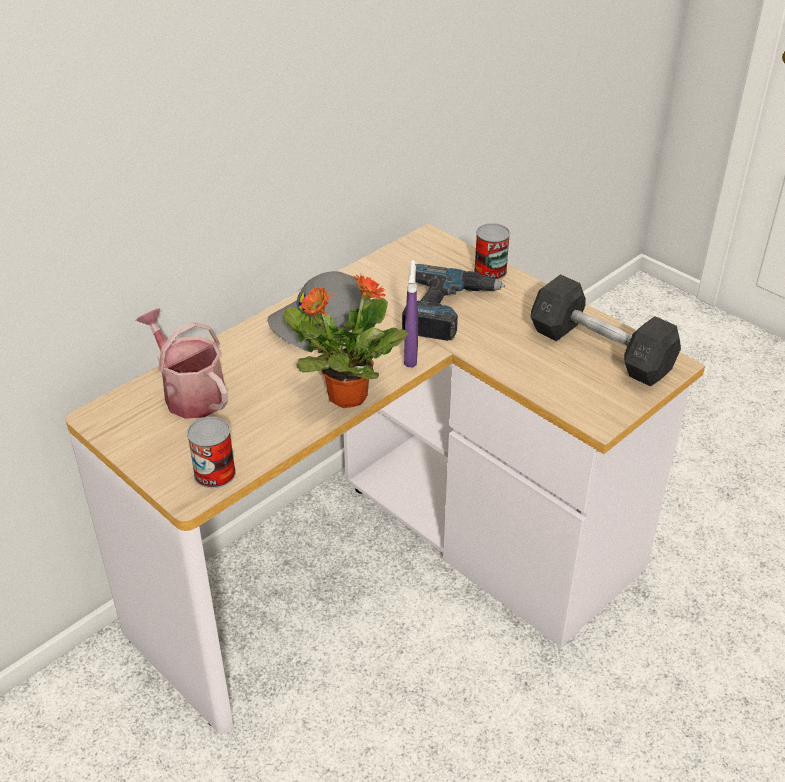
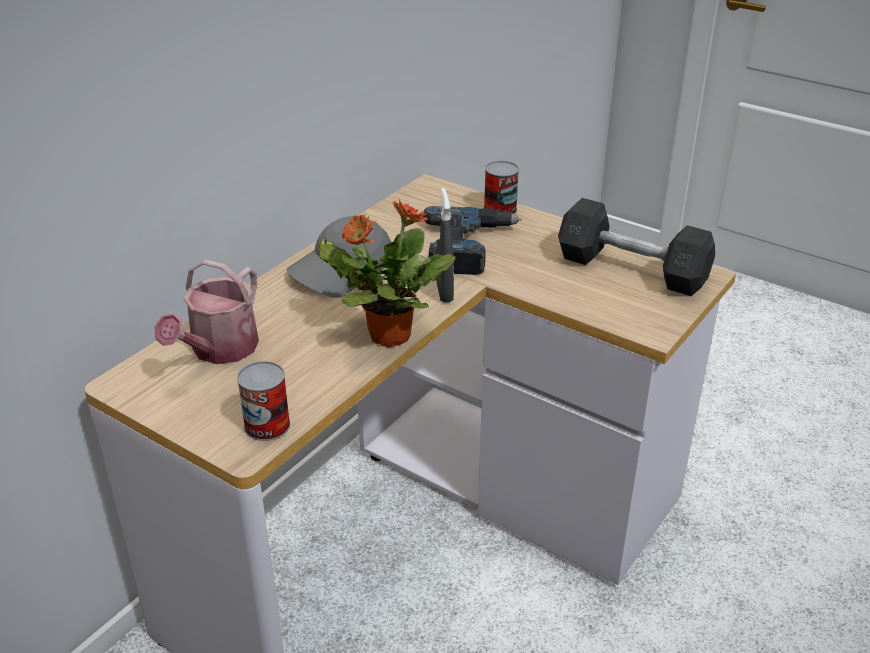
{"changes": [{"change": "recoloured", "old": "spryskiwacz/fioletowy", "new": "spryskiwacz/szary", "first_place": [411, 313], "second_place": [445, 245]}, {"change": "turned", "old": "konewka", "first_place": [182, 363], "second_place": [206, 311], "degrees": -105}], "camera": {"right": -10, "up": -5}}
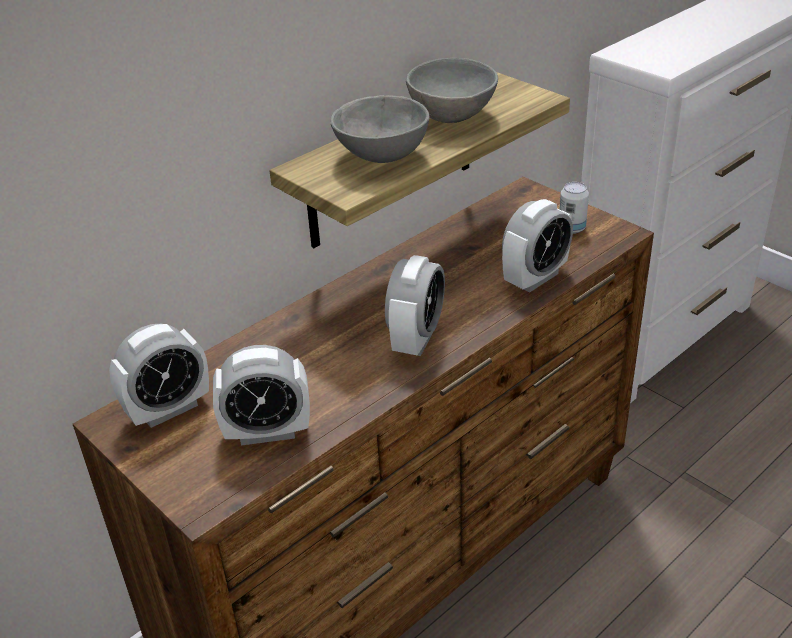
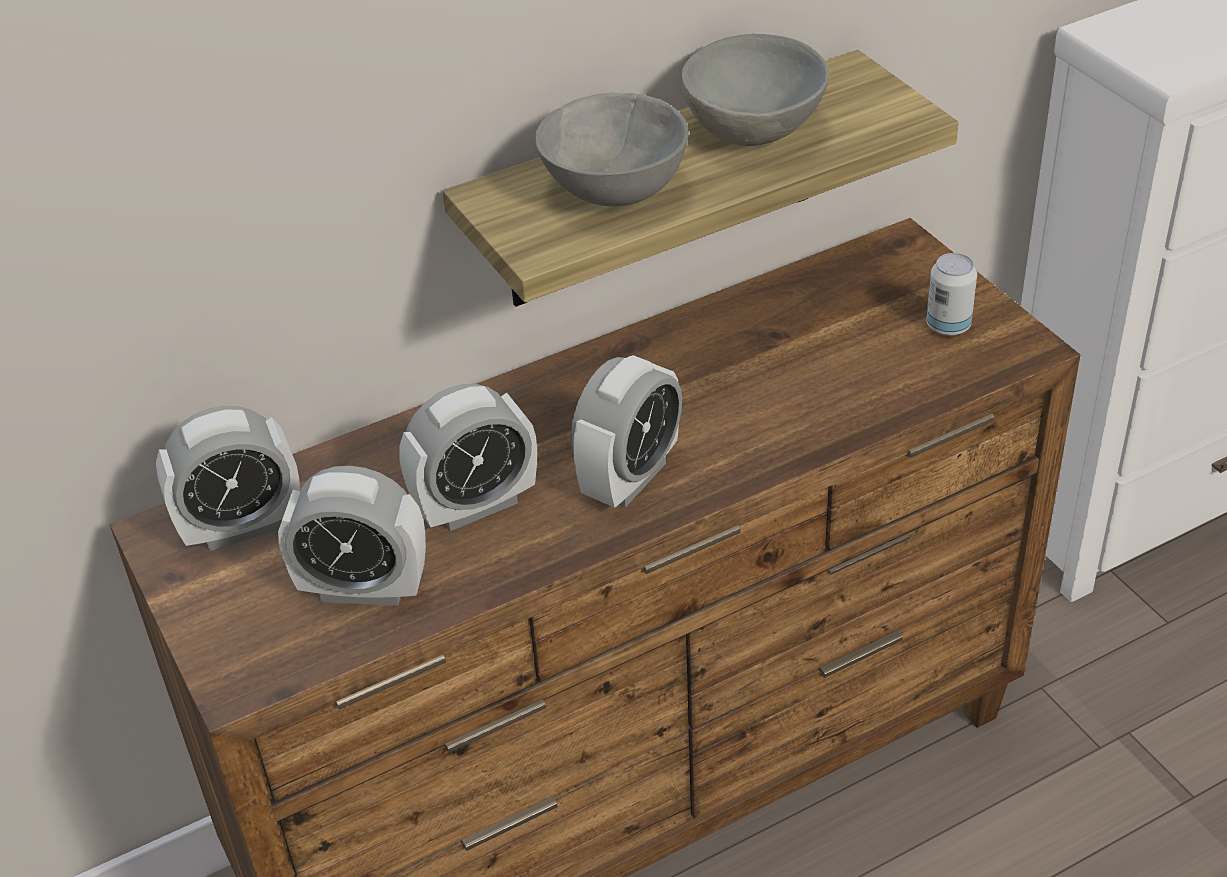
{"changes": [{"change": "moved", "old": "budzik", "first_place": [537, 245], "second_place": [468, 457]}], "camera": {"right": 15, "up": 5}}
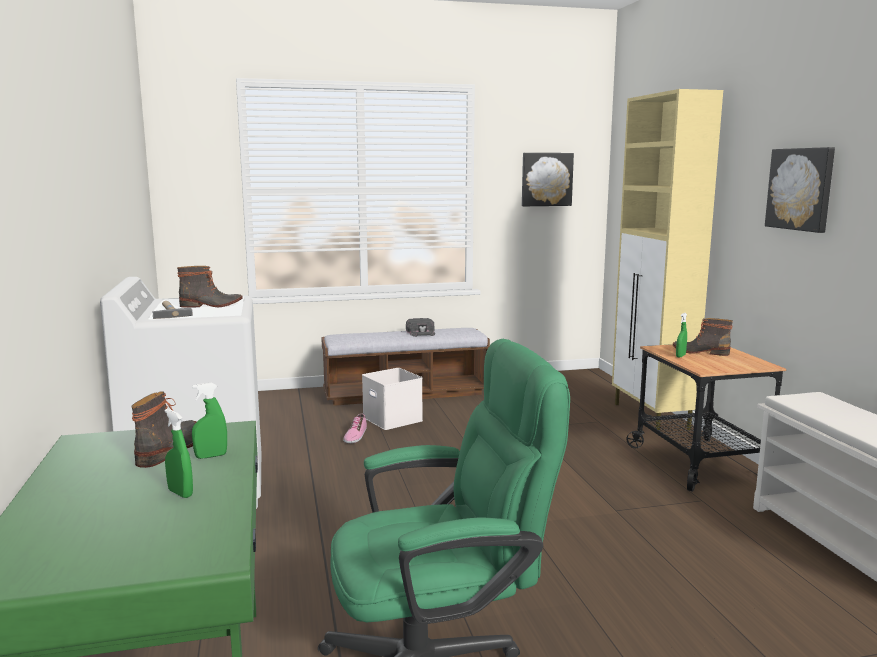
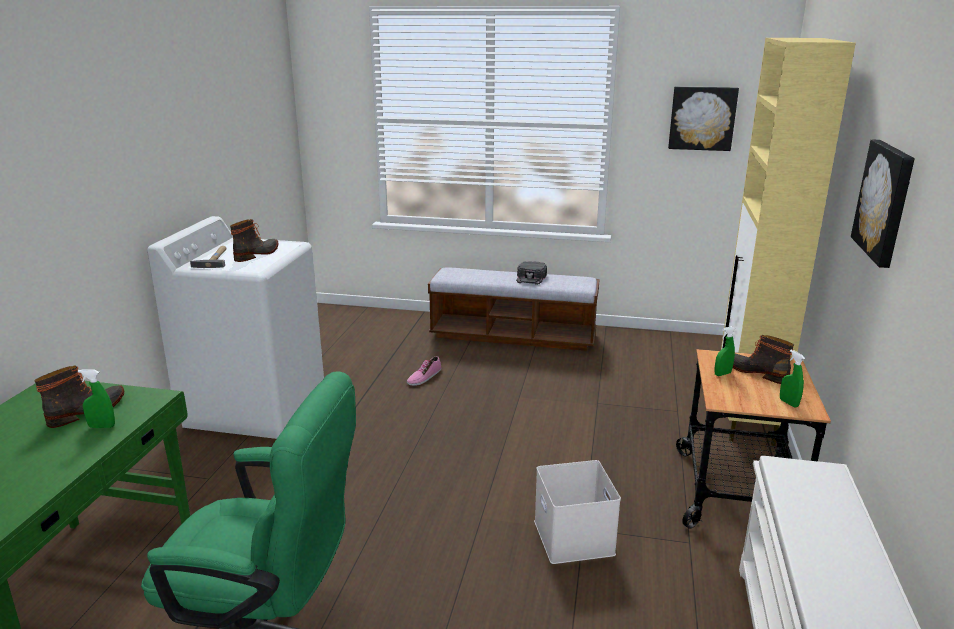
{"changes": [{"change": "turned", "old": "but z cholewką", "first_place": [210, 287], "second_place": [254, 240], "degrees": -75}, {"change": "moved", "old": "pojemnik do przechowywania/biały", "first_place": [392, 399], "second_place": [577, 512]}, {"change": "moved", "old": "spryskiwacz/zielony", "first_place": [179, 453], "second_place": [792, 379]}], "camera": {"right": 25, "up": 10}}
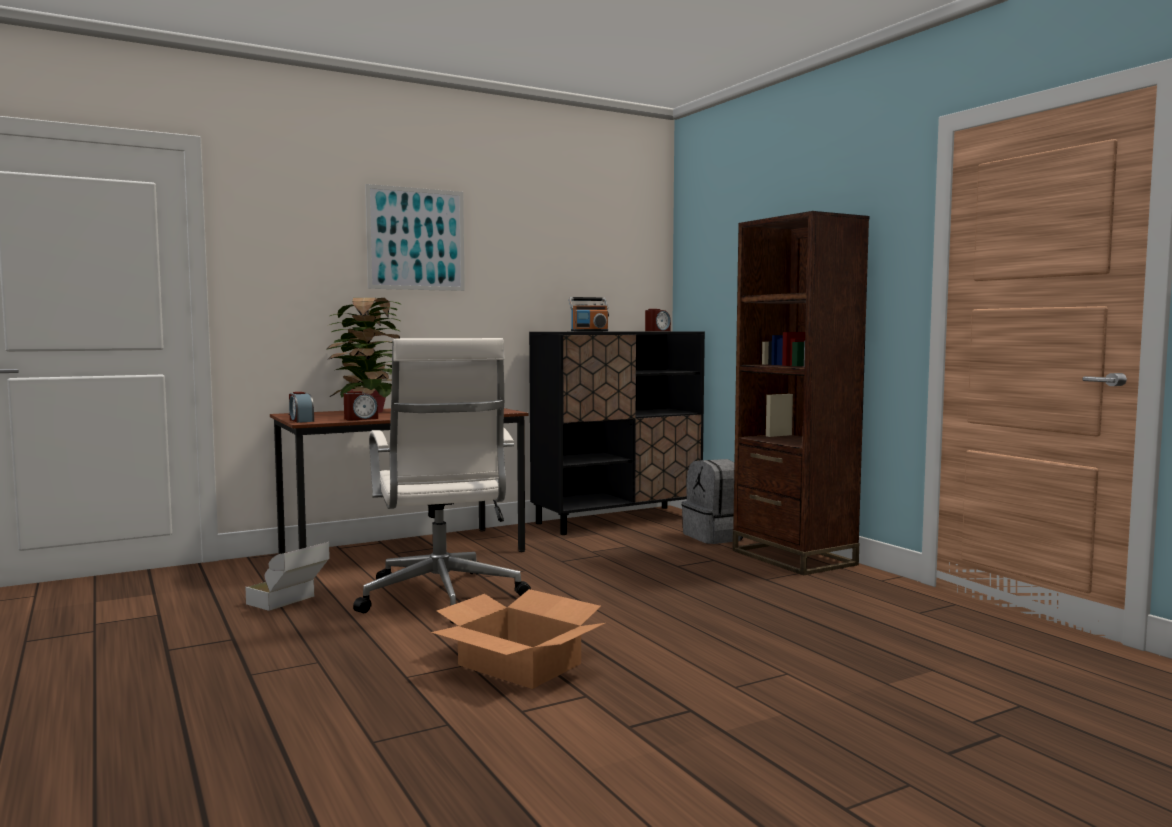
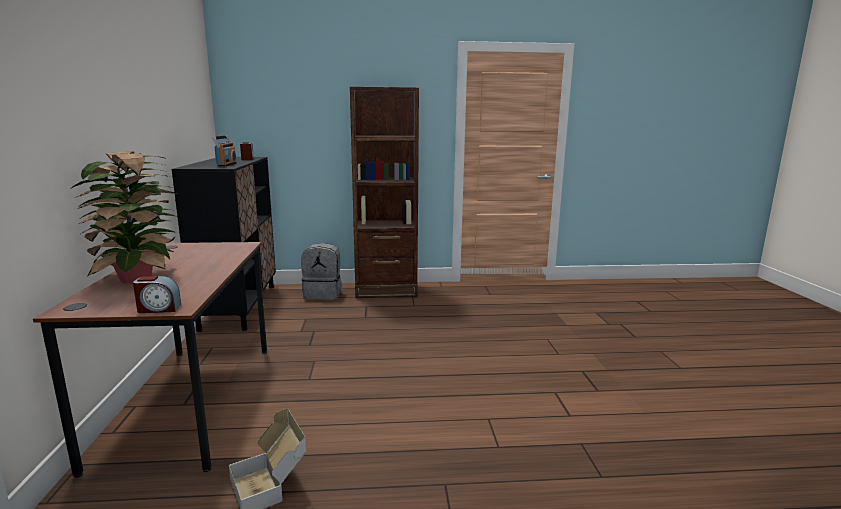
{"changes": [{"change": "removed", "old": "obraz", "first_place": [415, 237]}, {"change": "removed", "old": "krzesło biurowe/biały", "first_place": [442, 481]}, {"change": "removed", "old": "budzik", "first_place": [361, 405]}, {"change": "removed", "old": "karton", "first_place": [518, 639]}], "camera": {"right": -65, "up": 10}}
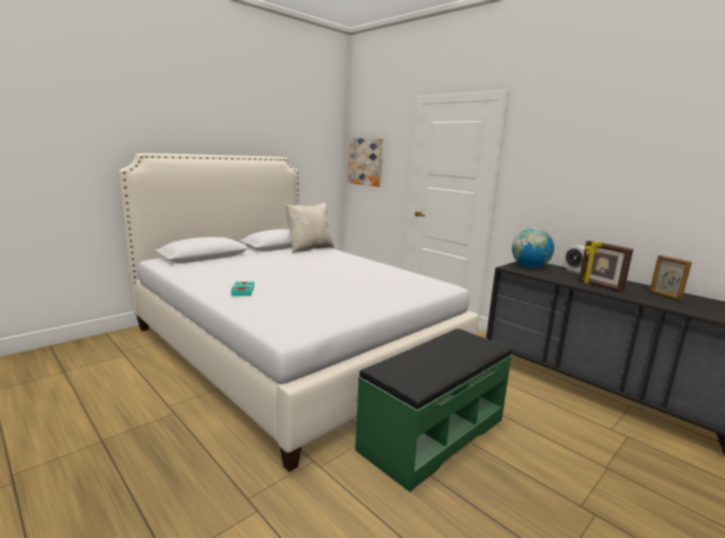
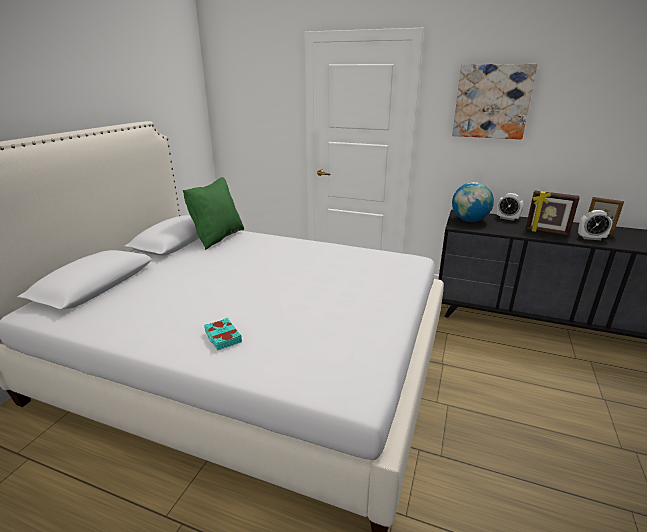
{"changes": [{"change": "moved", "old": "obraz", "first_place": [365, 162], "second_place": [494, 101]}, {"change": "recoloured", "old": "poduszka/beżowy", "new": "poduszka/zielony", "first_place": [309, 228], "second_place": [213, 213]}, {"change": "removed", "old": "ławka/zielony", "first_place": [433, 410]}, {"change": "added", "new": "budzik", "second_place": [595, 225]}], "camera": {"right": -25, "up": 10}}
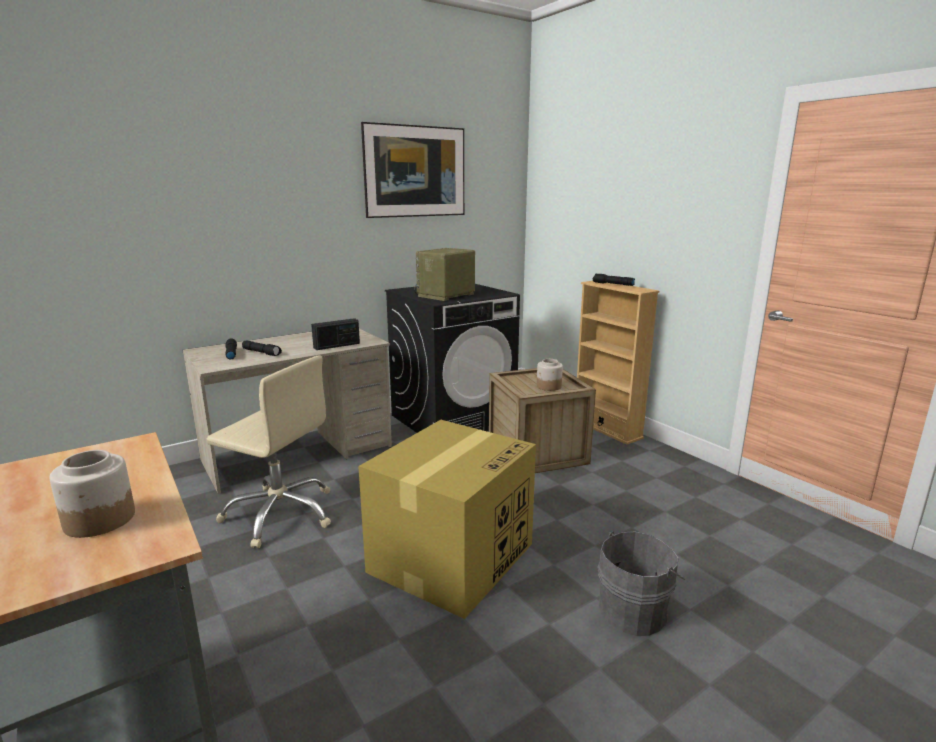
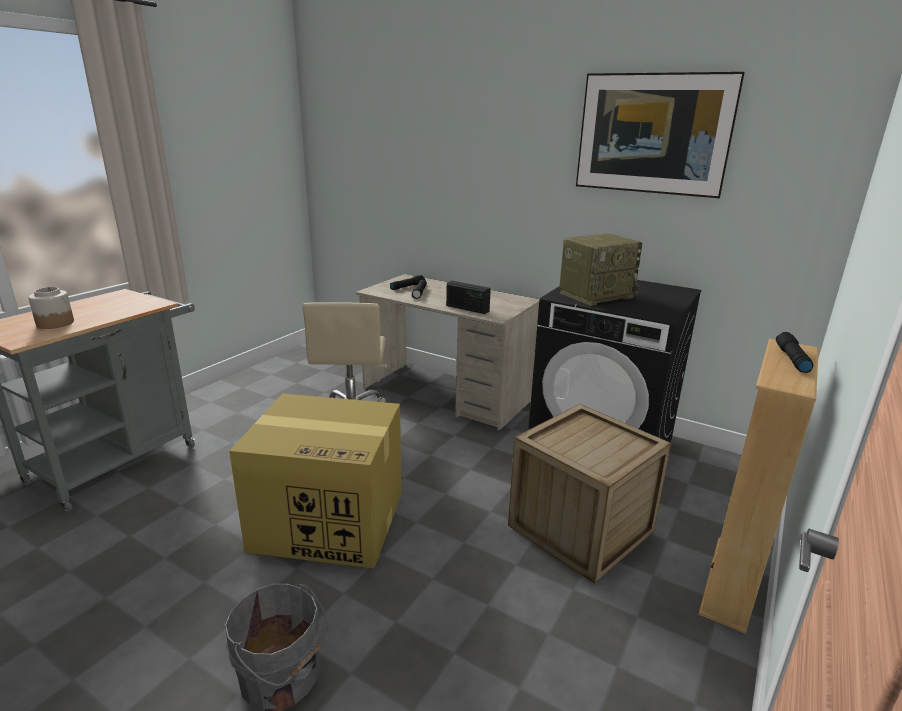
{"changes": [{"change": "turned", "old": "radio", "first_place": [444, 274], "second_place": [601, 269], "degrees": 135}, {"change": "removed", "old": "słoik", "first_place": [550, 375]}], "camera": {"right": 65, "up": 5}}
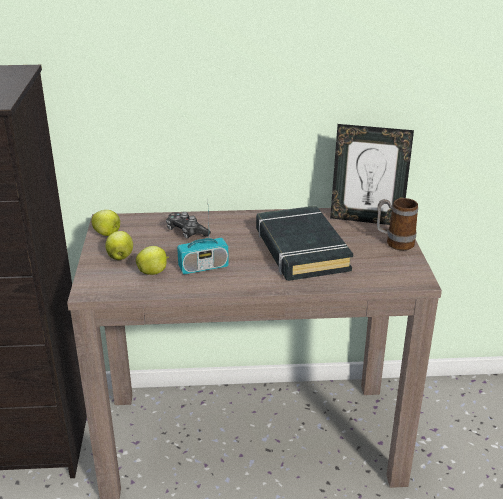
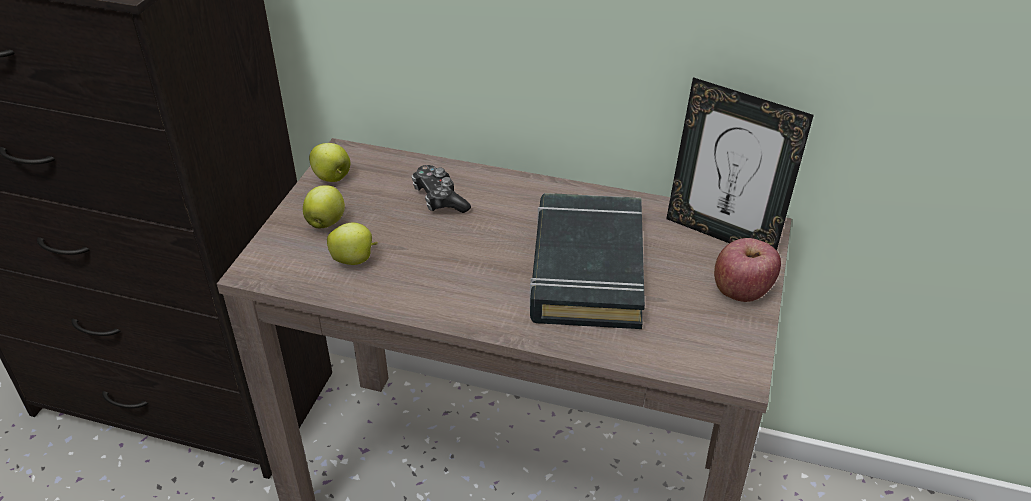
{"changes": [{"change": "replaced", "old": "kubek", "new": "jabłko", "first_place": [397, 224], "second_place": [747, 270]}, {"change": "removed", "old": "radio", "first_place": [203, 243]}], "camera": {"right": 20, "up": 10}}
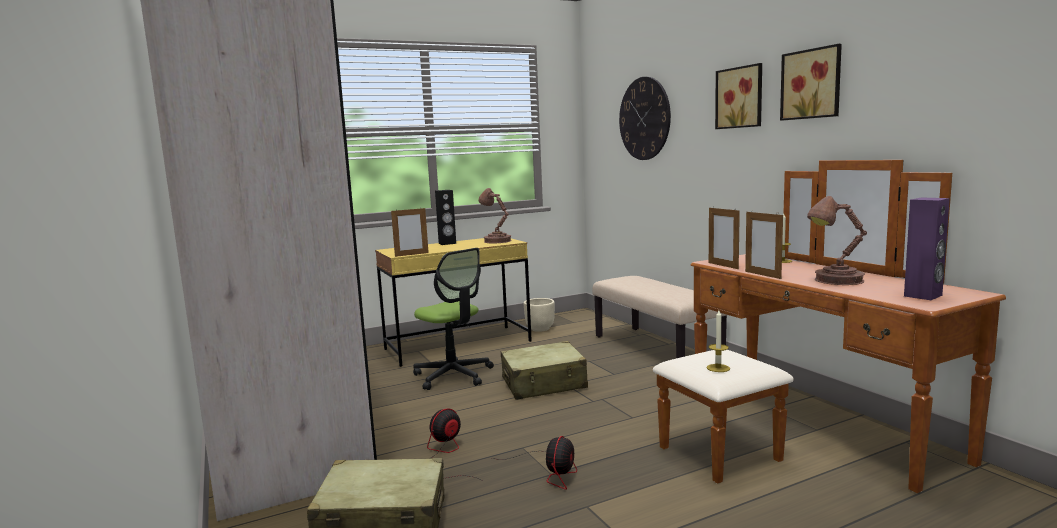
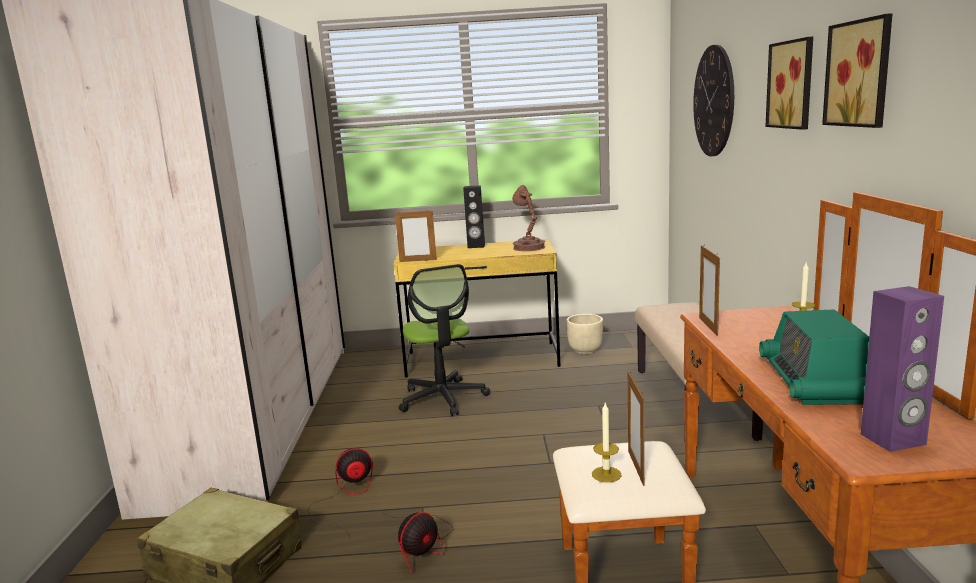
{"changes": [{"change": "replaced", "old": "lampa stołowa/brązowy", "new": "radio", "first_place": [837, 240], "second_place": [814, 357]}, {"change": "moved", "old": "ramka na zdjęcie", "first_place": [764, 244], "second_place": [636, 428]}, {"change": "removed", "old": "walizka/beżowy", "first_place": [544, 370]}], "camera": {"right": 25, "up": 5}}
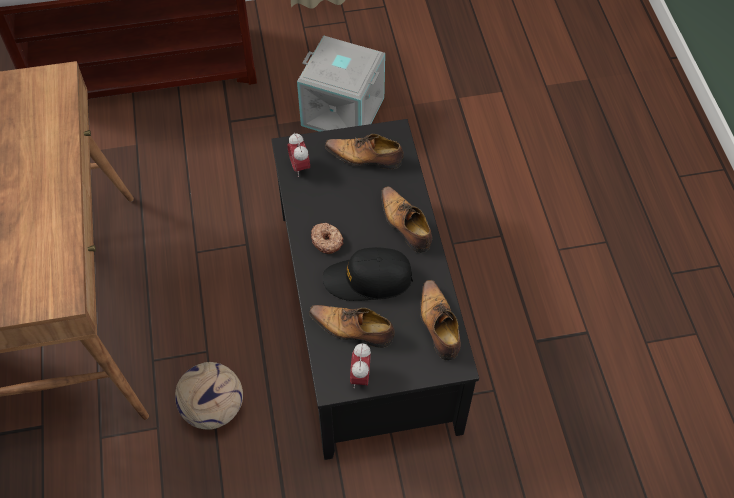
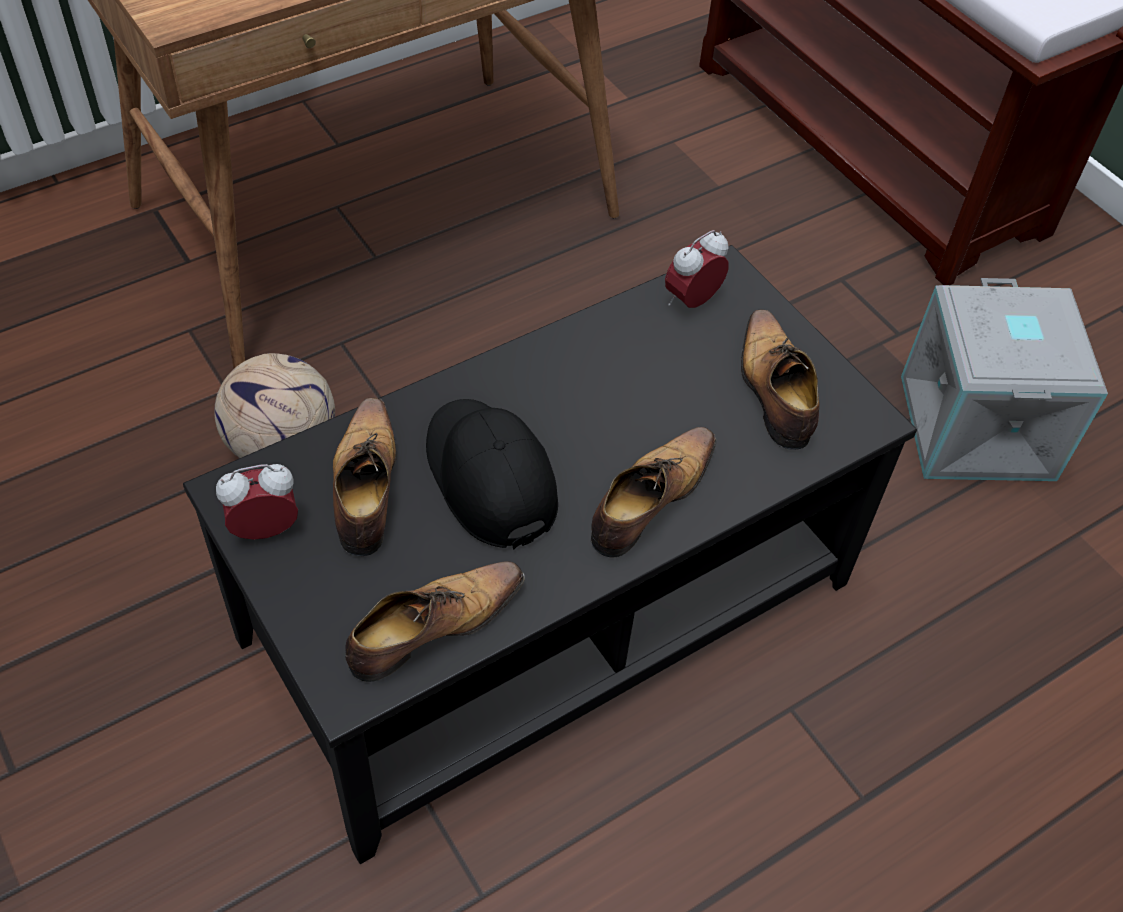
{"changes": [{"change": "removed", "old": "donut", "first_place": [327, 238]}], "camera": {"right": 65, "up": -5}}
